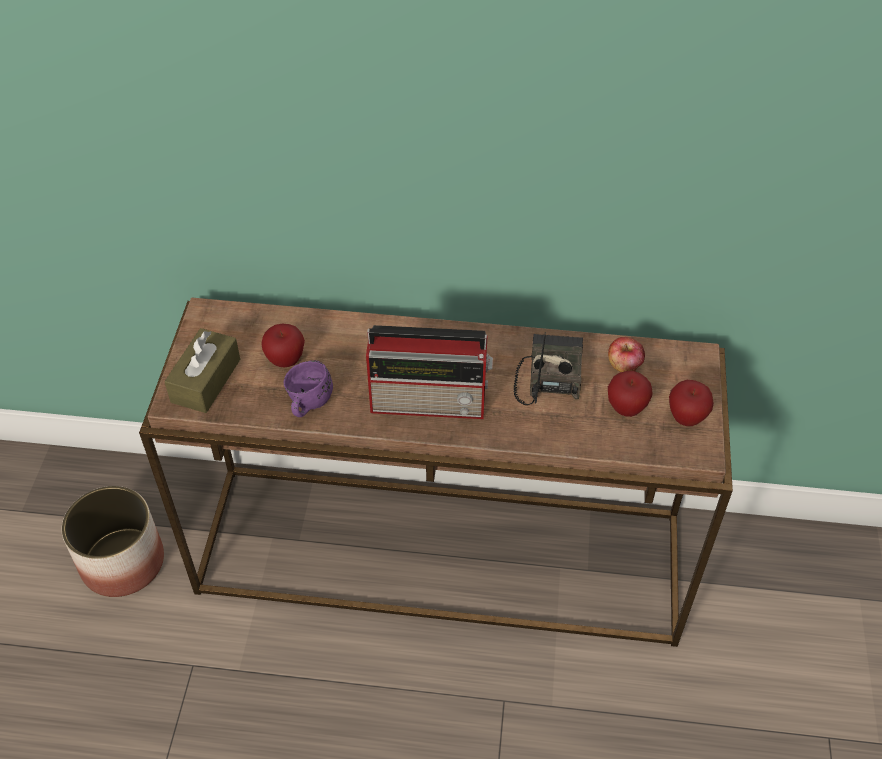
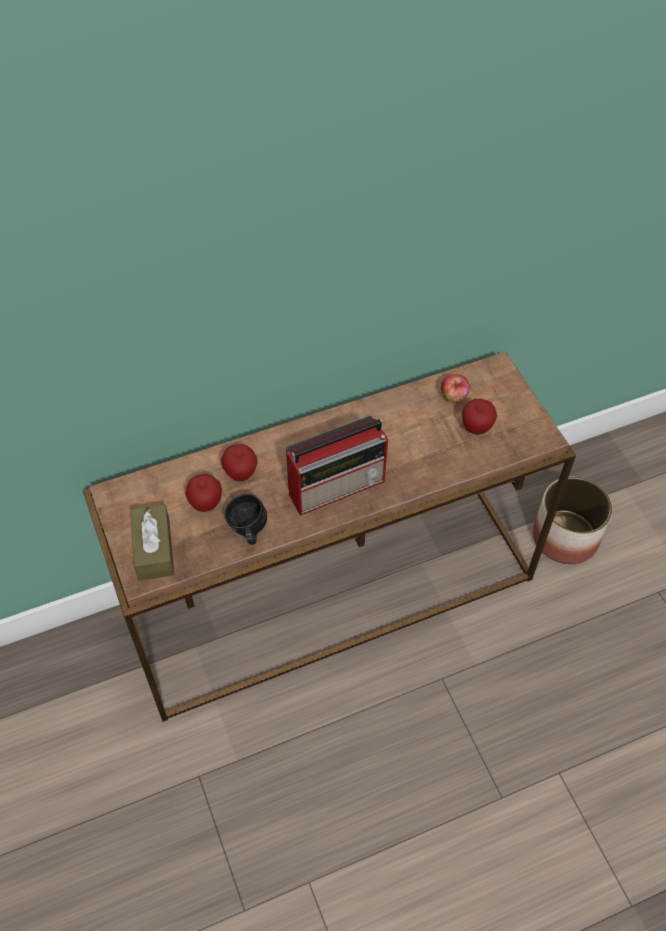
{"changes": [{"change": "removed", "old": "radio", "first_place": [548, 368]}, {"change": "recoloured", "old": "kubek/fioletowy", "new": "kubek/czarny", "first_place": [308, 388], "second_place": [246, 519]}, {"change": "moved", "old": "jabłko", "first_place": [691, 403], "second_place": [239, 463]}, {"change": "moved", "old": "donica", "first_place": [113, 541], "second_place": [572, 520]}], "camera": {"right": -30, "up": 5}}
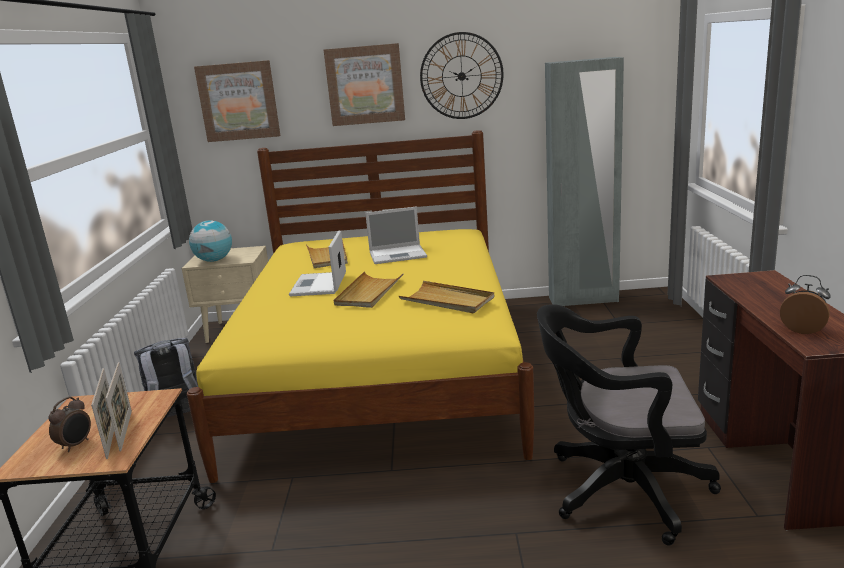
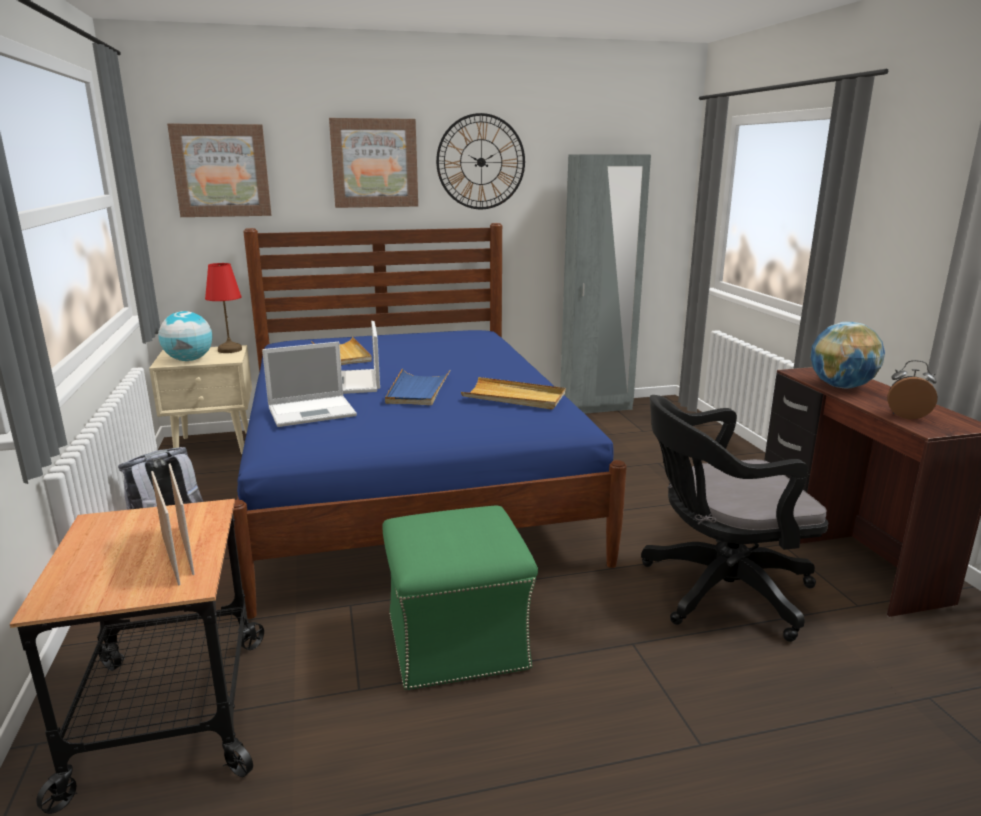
{"changes": [{"change": "recoloured", "old": "łóżko/żółty", "new": "łóżko/niebieski", "first_place": [360, 306], "second_place": [430, 421]}, {"change": "moved", "old": "laptop", "first_place": [396, 235], "second_place": [309, 384]}, {"change": "recoloured", "old": "taca/beżowy", "new": "taca/niebieski", "first_place": [369, 289], "second_place": [417, 386]}, {"change": "removed", "old": "budzik", "first_place": [69, 424]}, {"change": "added", "new": "lampa stołowa/czerwony", "second_place": [223, 308]}, {"change": "added", "new": "globus", "second_place": [847, 355]}, {"change": "added", "new": "pufa/zielony", "second_place": [460, 597]}], "camera": {"right": -15, "up": 0}}
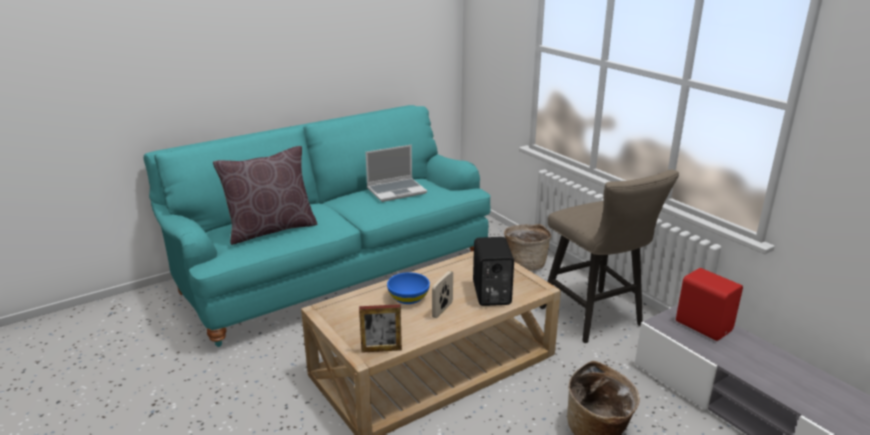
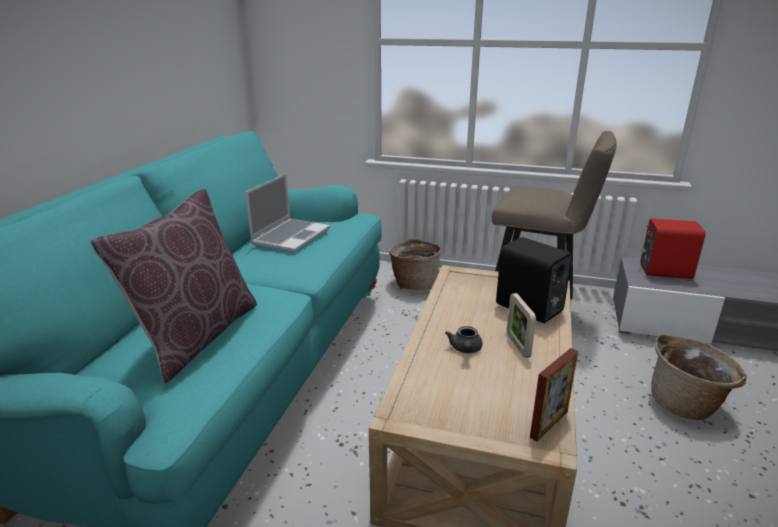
{"changes": [{"change": "replaced", "old": "miska/niebieski", "new": "imbryk/szary", "first_place": [408, 288], "second_place": [463, 339]}], "camera": {"right": -40, "up": 0}}
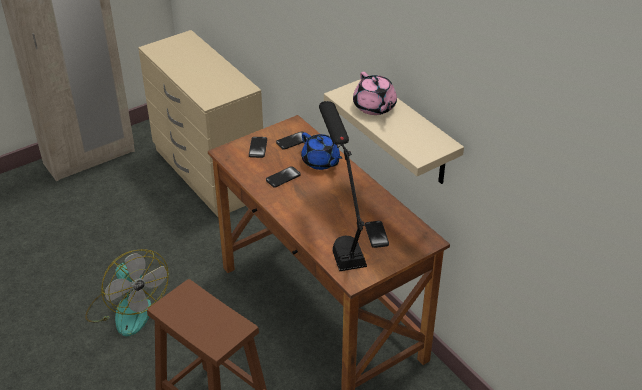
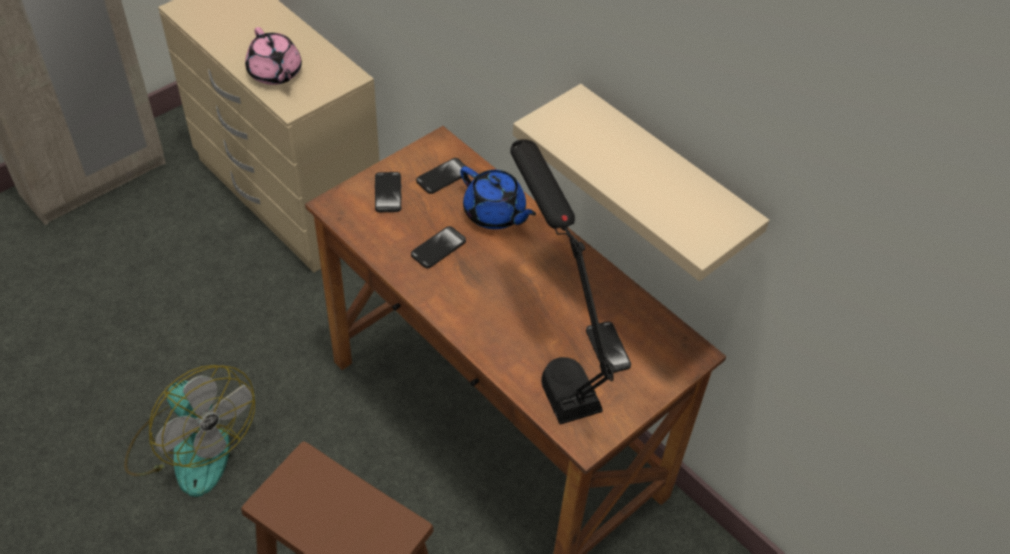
{"changes": [{"change": "moved", "old": "imbryk/różowy", "first_place": [375, 93], "second_place": [273, 56]}], "camera": {"right": -10, "up": 10}}
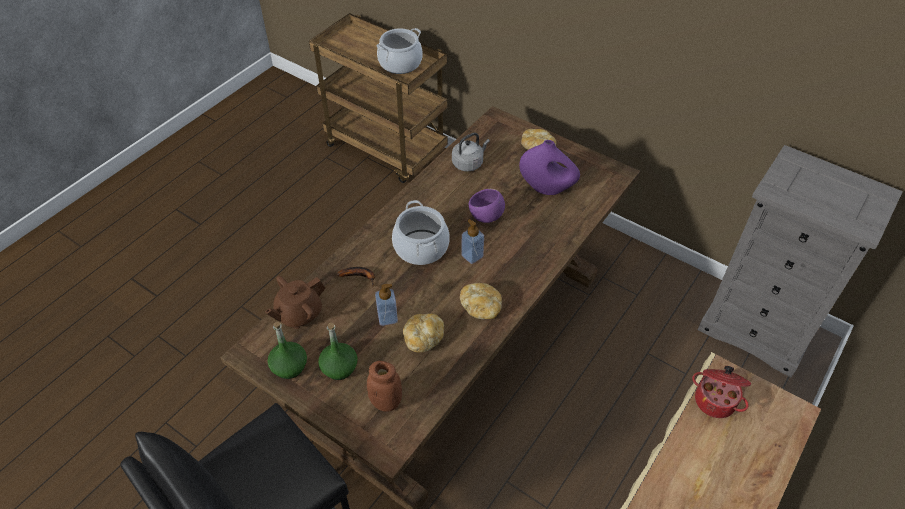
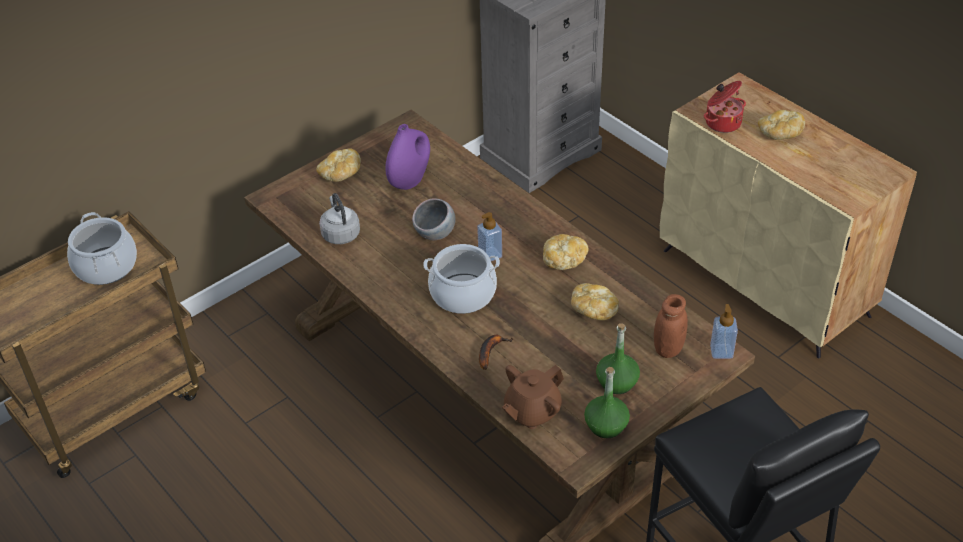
{"changes": [{"change": "recoloured", "old": "miska/fioletowy", "new": "miska/szary", "first_place": [487, 206], "second_place": [433, 219]}, {"change": "turned", "old": "imbryk/brązowy", "first_place": [295, 302], "second_place": [533, 397], "degrees": 75}, {"change": "moved", "old": "dozownik mydła", "first_place": [386, 305], "second_place": [724, 331]}, {"change": "added", "new": "chleb", "second_place": [781, 125]}], "camera": {"right": -75, "up": -5}}
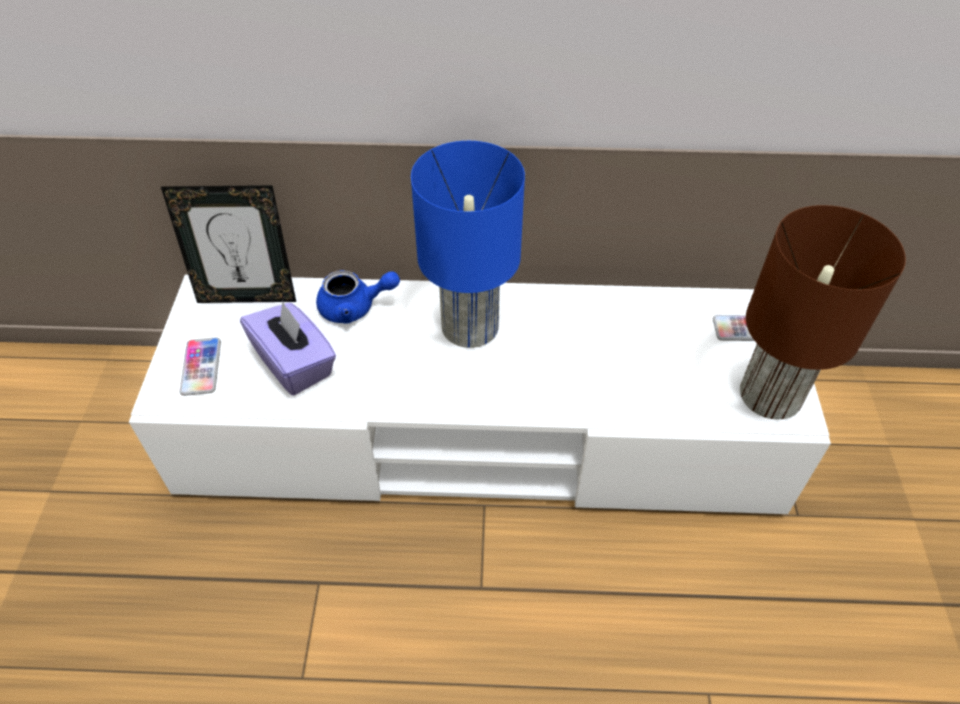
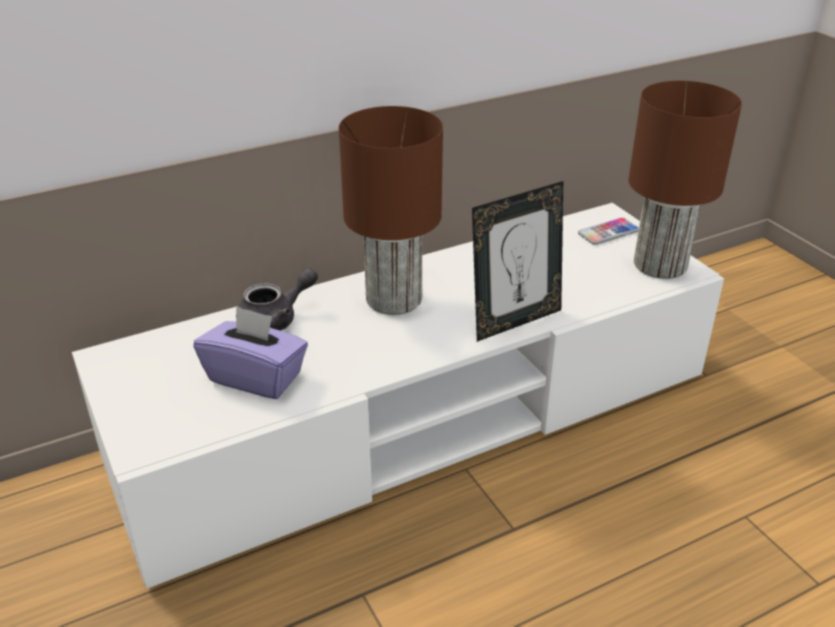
{"changes": [{"change": "recoloured", "old": "lampa stołowa/niebieski", "new": "lampa stołowa/brązowy", "first_place": [468, 244], "second_place": [391, 210]}, {"change": "moved", "old": "ramka na zdjęcie", "first_place": [228, 244], "second_place": [517, 261]}, {"change": "recoloured", "old": "imbryk/niebieski", "new": "imbryk/szary", "first_place": [358, 297], "second_place": [278, 299]}, {"change": "removed", "old": "telefon", "first_place": [200, 366]}], "camera": {"right": -30, "up": -15}}
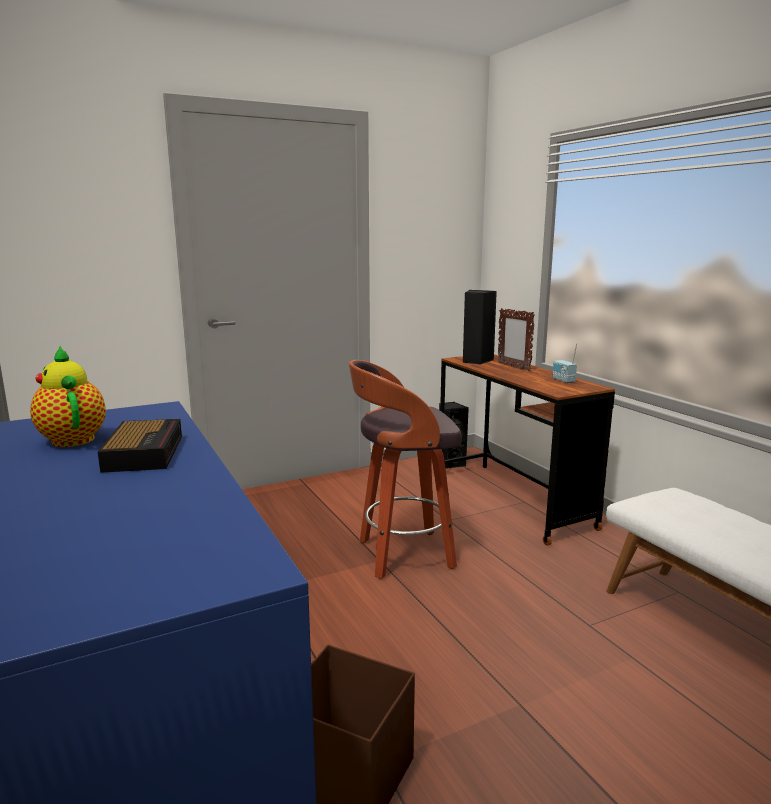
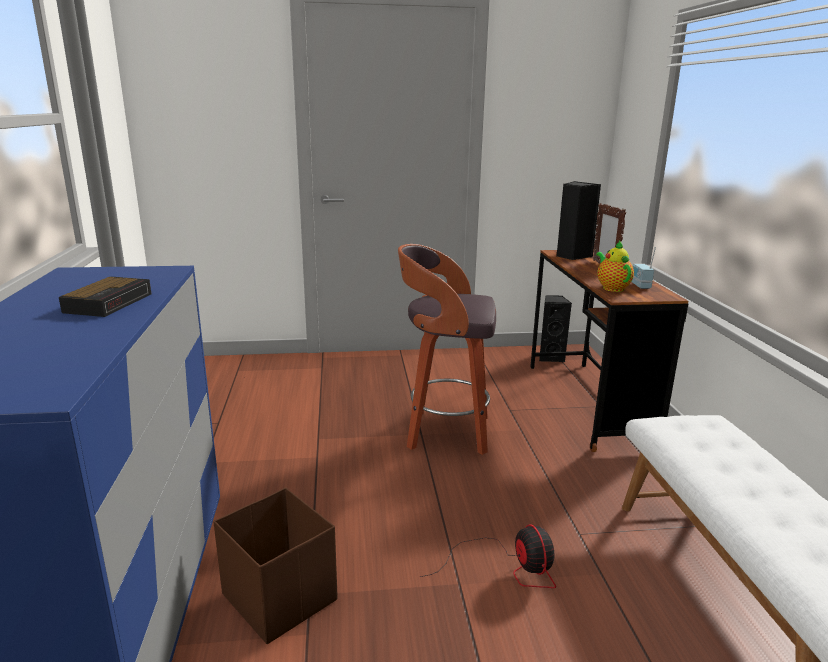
{"changes": [{"change": "moved", "old": "imbryk", "first_place": [68, 396], "second_place": [615, 266]}, {"change": "added", "new": "wentylator", "second_place": [488, 556]}], "camera": {"right": 20, "up": 5}}
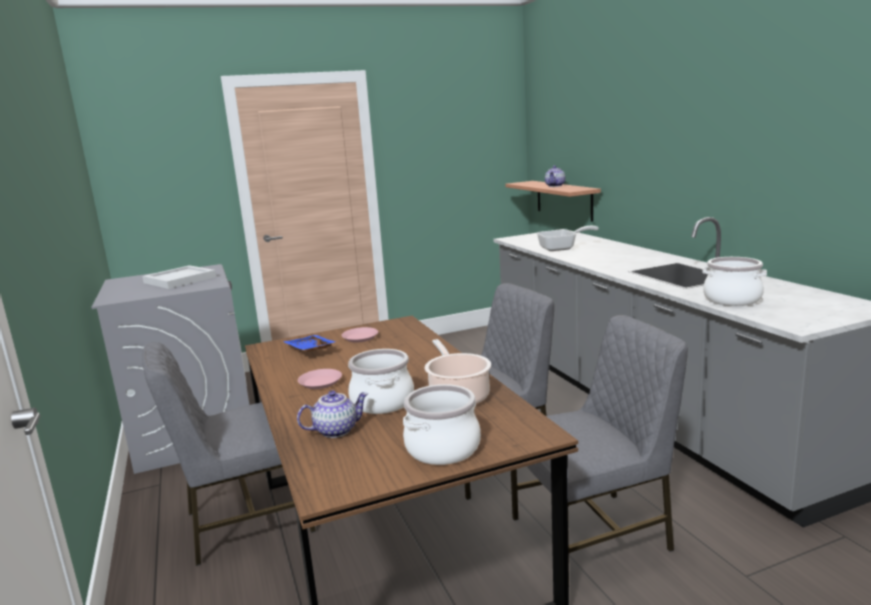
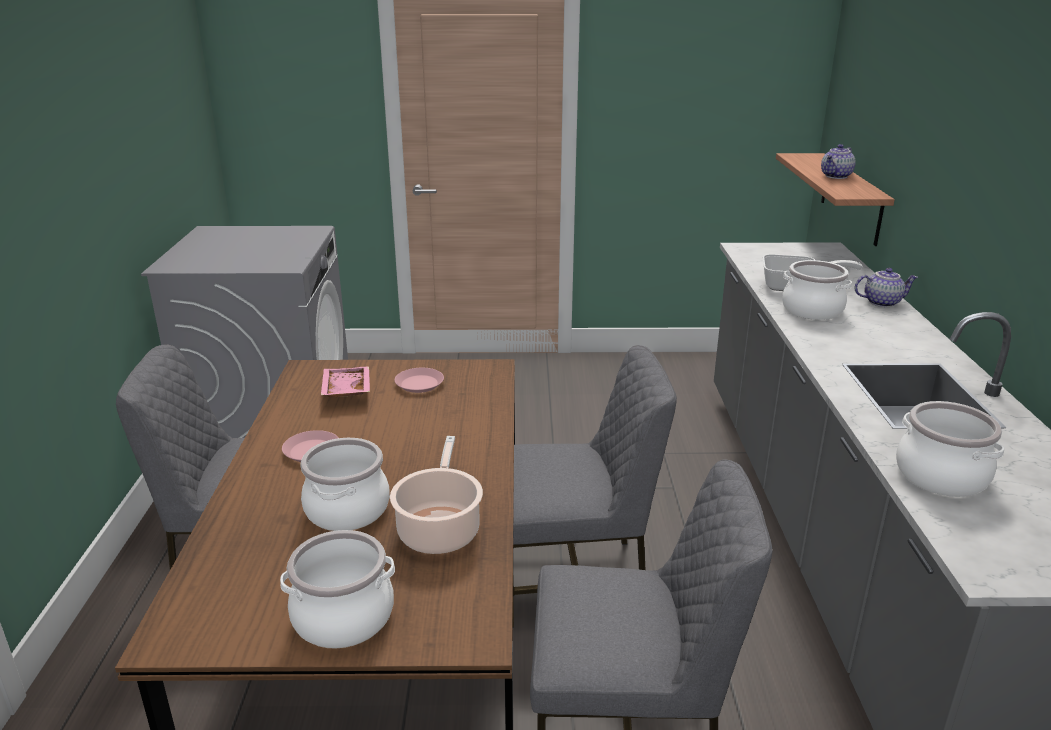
{"changes": [{"change": "removed", "old": "taca/biały", "first_place": [179, 277]}, {"change": "recoloured", "old": "taca/niebieski", "new": "taca/różowy", "first_place": [309, 343], "second_place": [345, 381]}, {"change": "moved", "old": "imbryk", "first_place": [332, 414], "second_place": [886, 287]}, {"change": "added", "new": "garnek", "second_place": [817, 290]}], "camera": {"right": 20, "up": 10}}
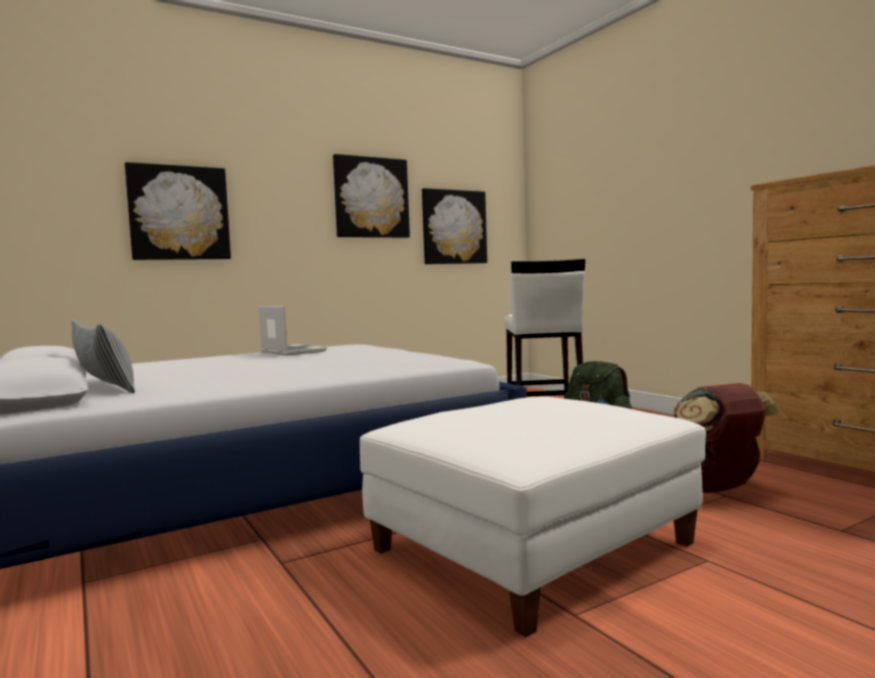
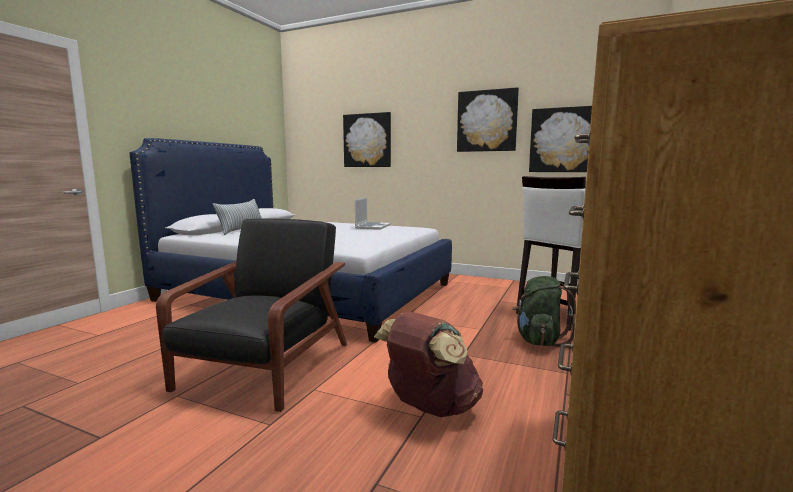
{"changes": [{"change": "replaced", "old": "pufa/biały", "new": "fotel/czarny", "first_place": [533, 517], "second_place": [251, 315]}], "camera": {"right": 55, "up": 5}}
